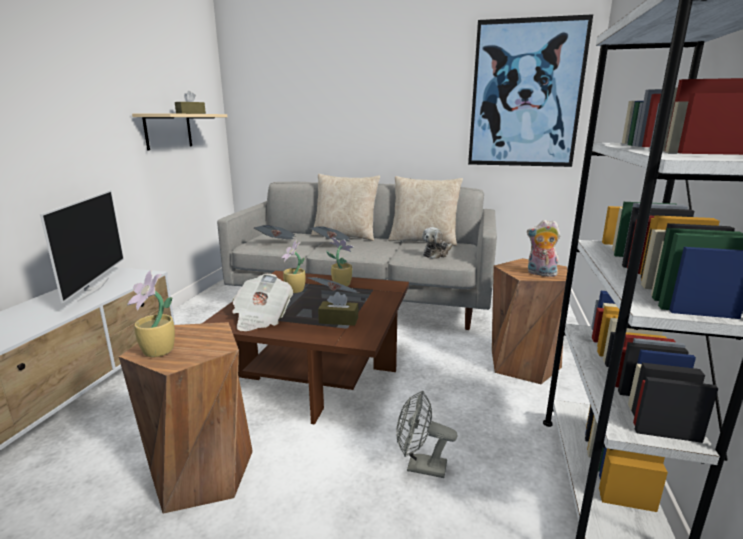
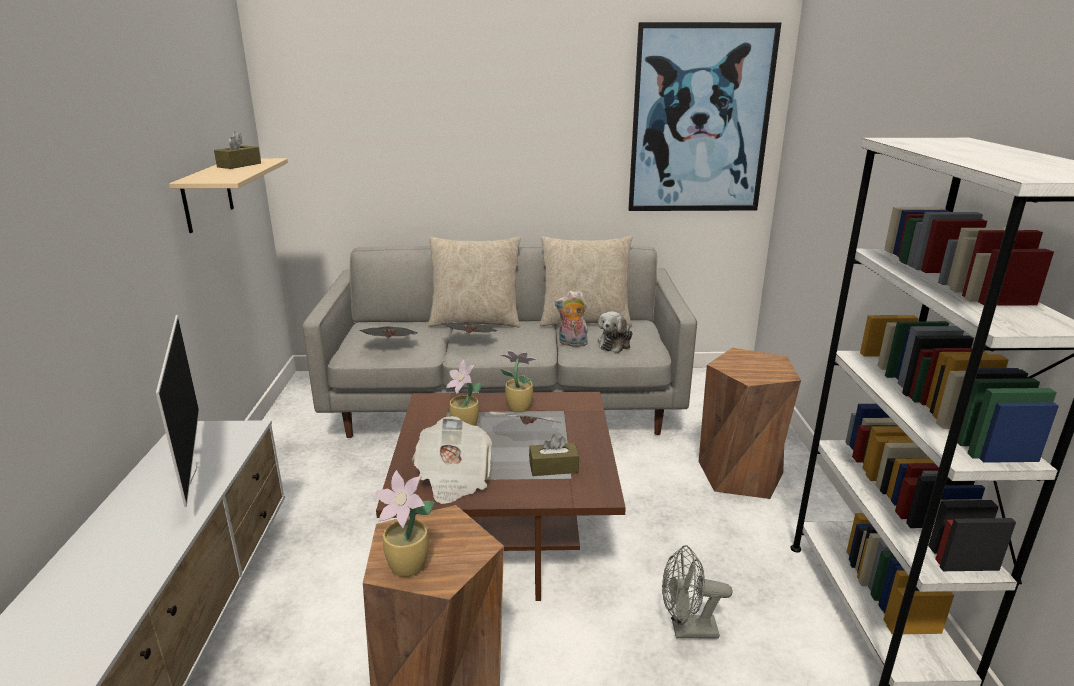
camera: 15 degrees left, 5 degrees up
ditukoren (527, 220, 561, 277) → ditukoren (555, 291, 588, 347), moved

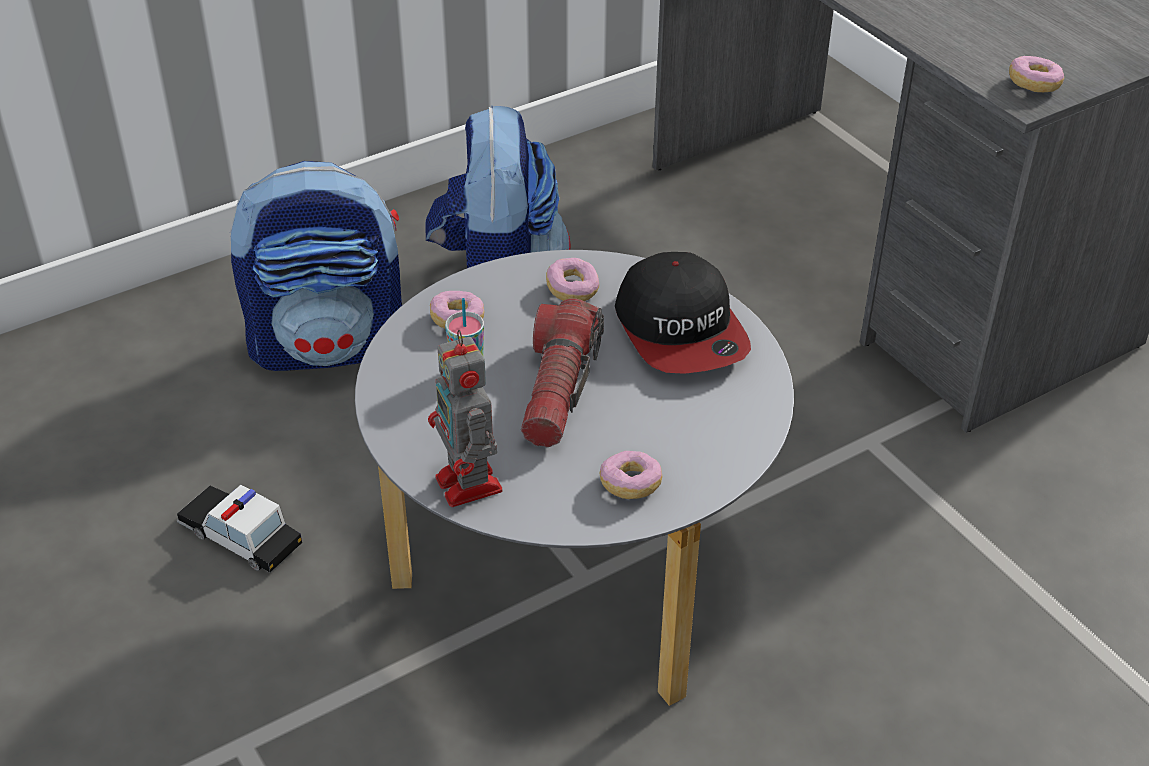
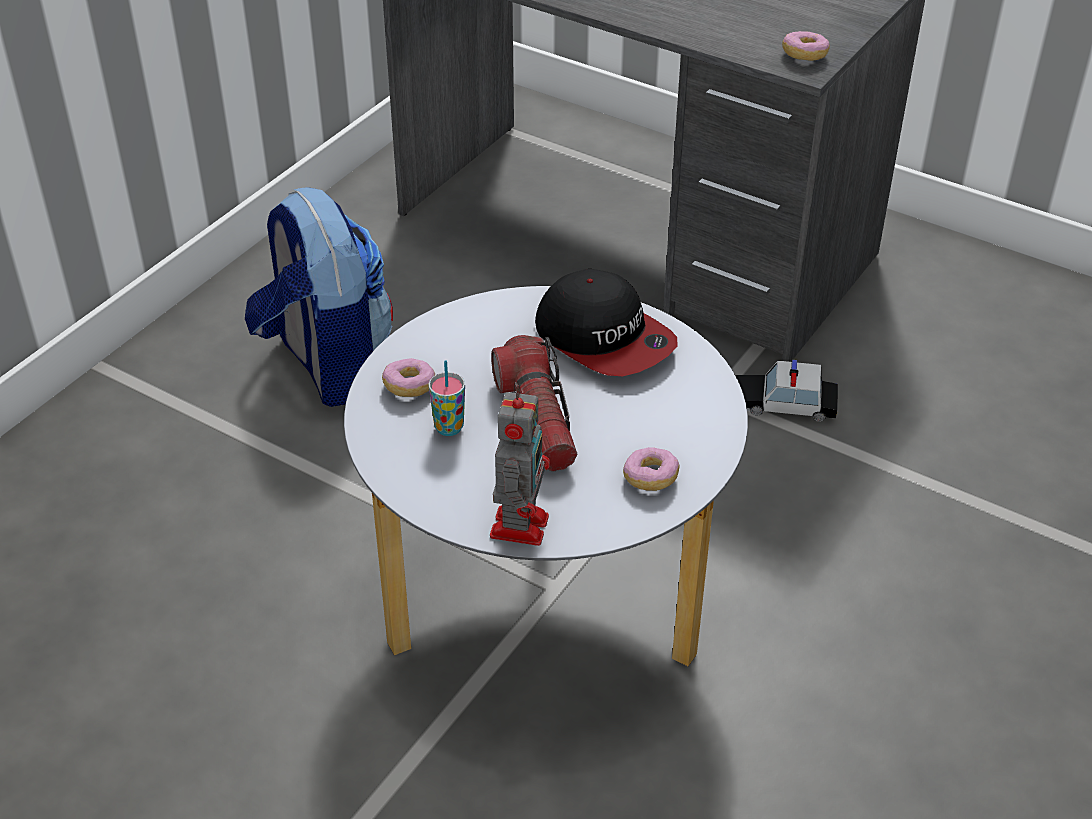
camera: 25 degrees left, 0 degrees up
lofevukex (230, 161, 402, 371) → -
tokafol (546, 258, 599, 301) → -
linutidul (177, 485, 302, 572) → linutidul (735, 360, 838, 422), moved
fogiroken (428, 330, 502, 507) → fogiroken (490, 385, 550, 546), 120 degrees counterclockwise

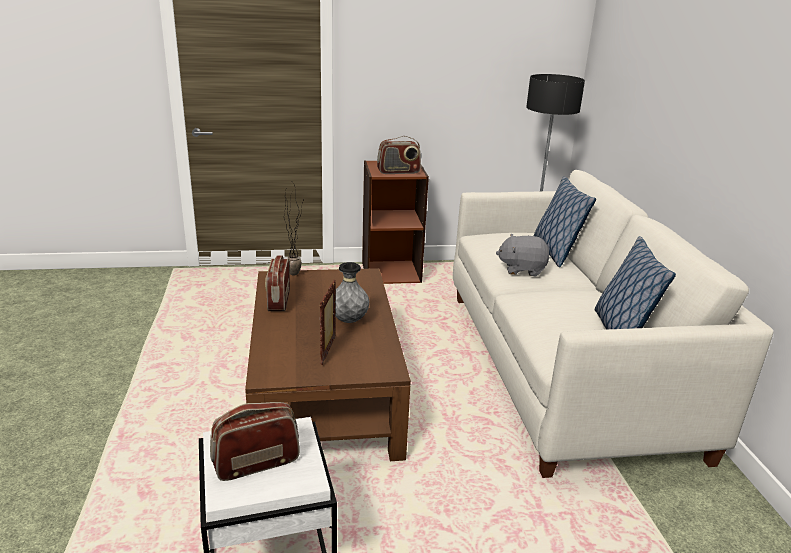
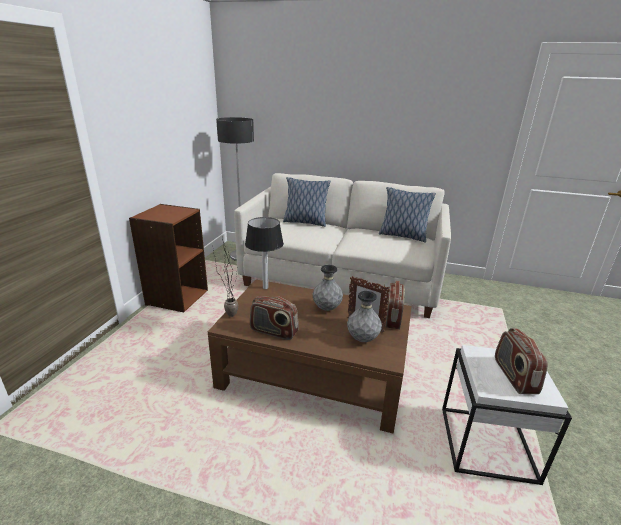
camera: 65 degrees left, 0 degrees up
grey ditukoren (496, 234, 550, 276) → -
- → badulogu (245, 217, 284, 289)
- → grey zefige (347, 291, 382, 342)
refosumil (377, 136, 421, 174) → refosumil (385, 281, 405, 329), moved

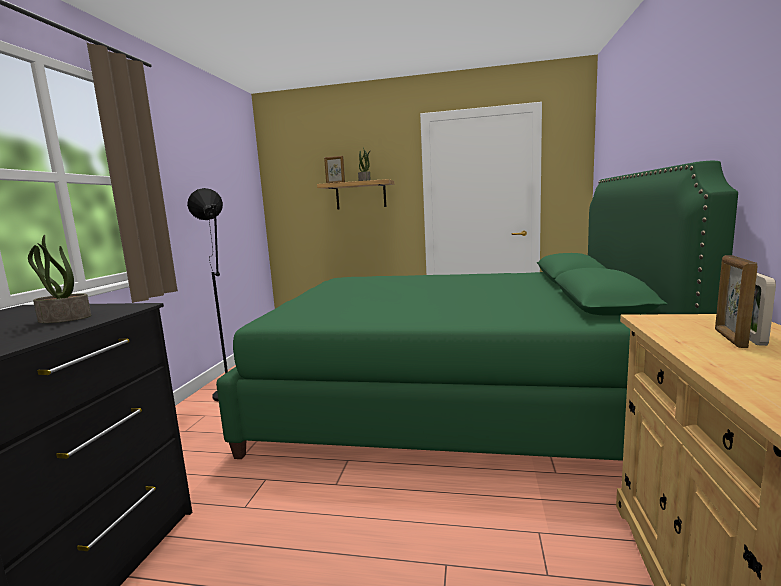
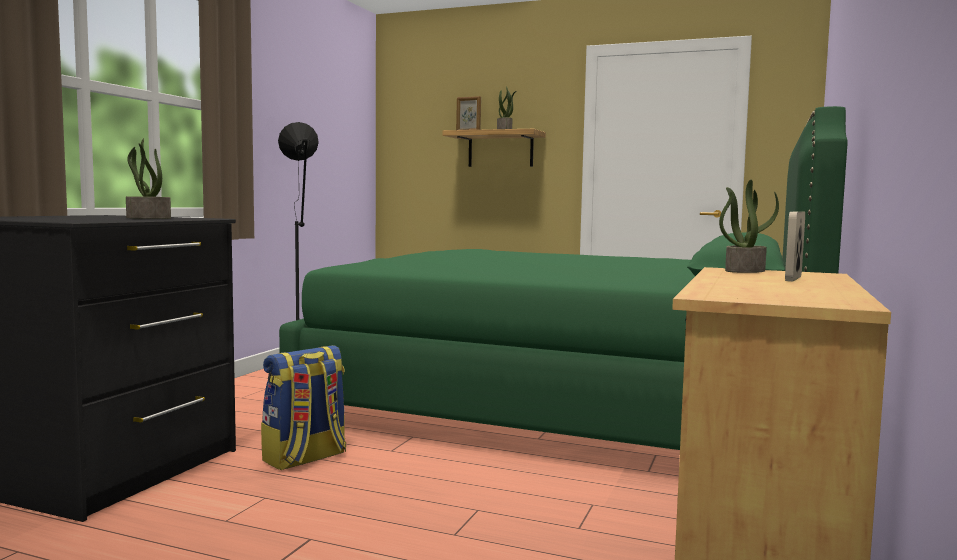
camera: 10 degrees right, 5 degrees down
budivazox (715, 255, 758, 348) → -
- → lofevukex (261, 345, 346, 470)
- → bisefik (719, 180, 779, 273)

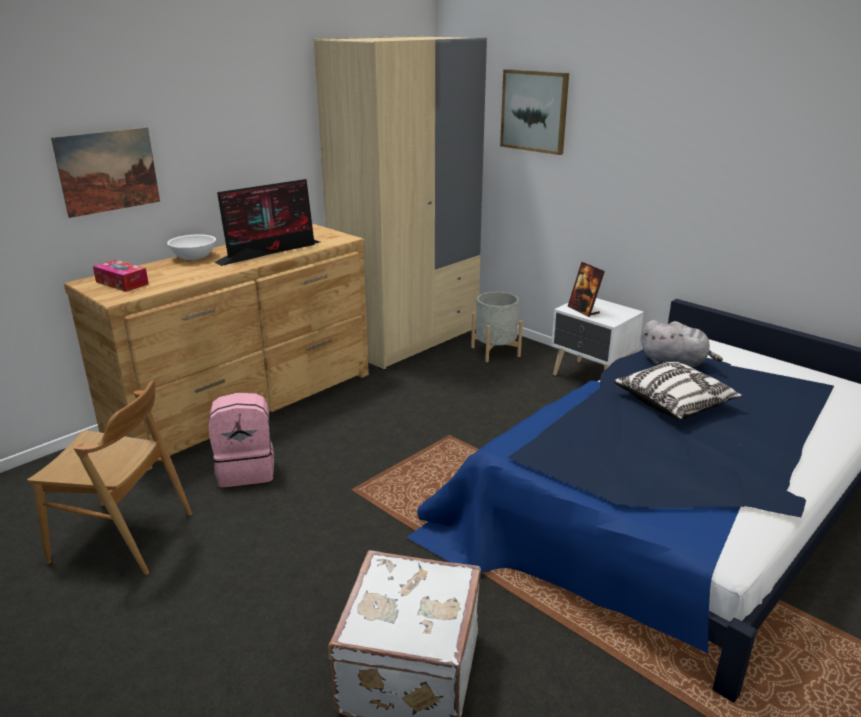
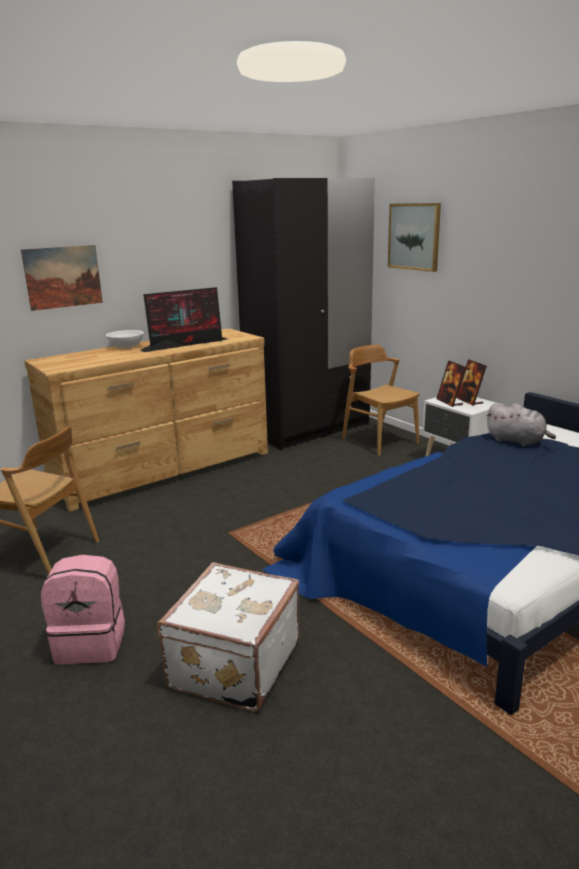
camera: 10 degrees right, 5 degrees down
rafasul (93, 260, 149, 292) → -
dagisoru (614, 362, 743, 419) → -
- → budivazox (456, 359, 487, 406)
pink lofevukex (208, 393, 274, 487) → pink lofevukex (41, 555, 125, 664), moved
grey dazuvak (471, 292, 523, 362) → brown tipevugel (342, 345, 420, 456)
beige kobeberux (314, 36, 487, 370) → black kobeberux (232, 178, 375, 451)

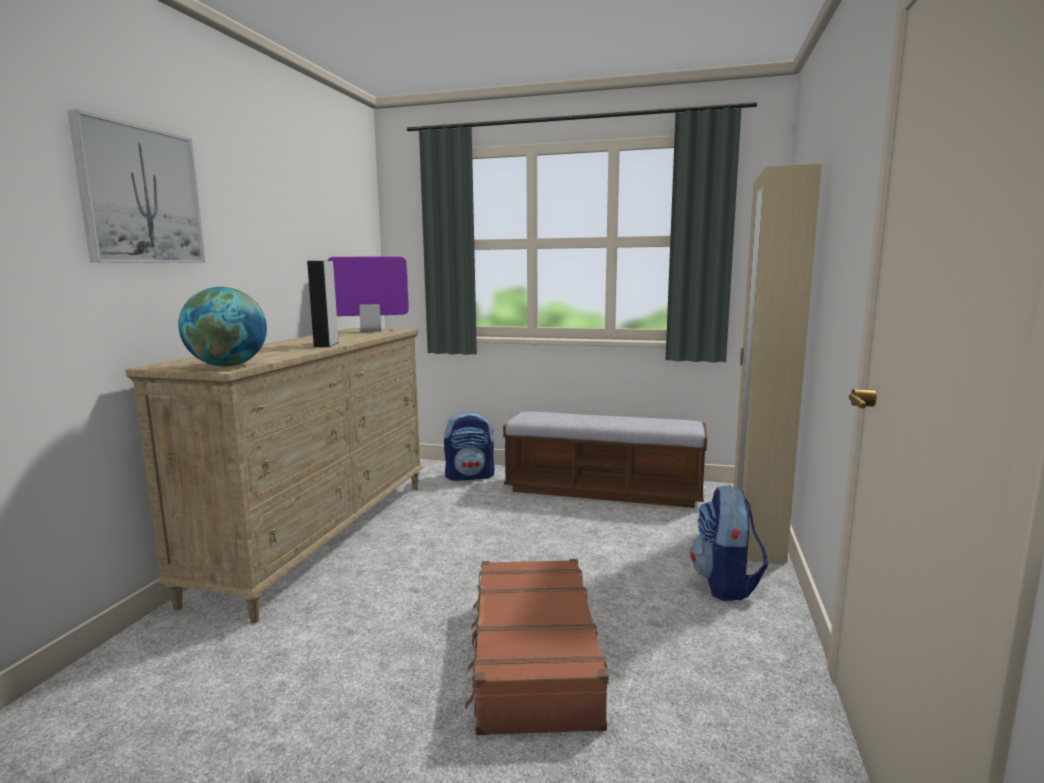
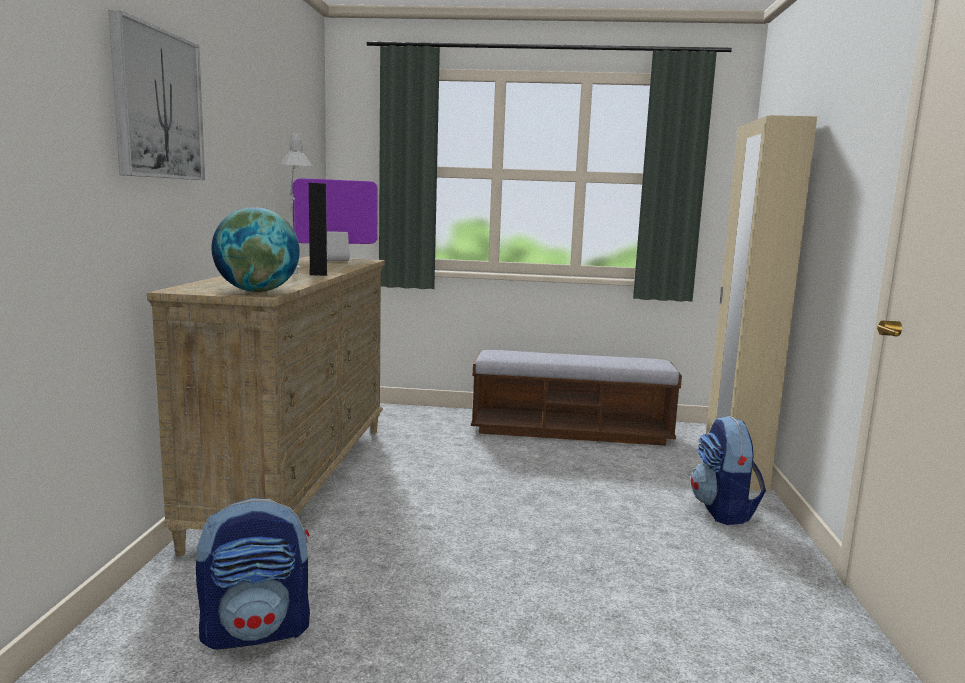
camera: 10 degrees left, 0 degrees up
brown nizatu (465, 559, 609, 735) → -
- → grey badulogu (281, 130, 312, 274)
lofevukex (444, 412, 495, 481) → lofevukex (196, 498, 310, 649), moved

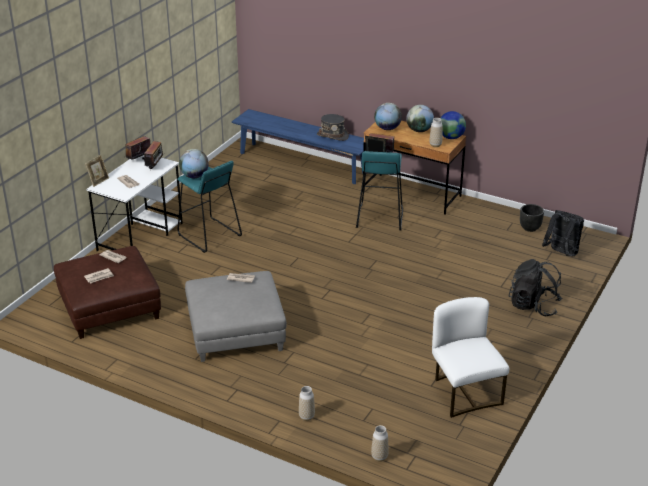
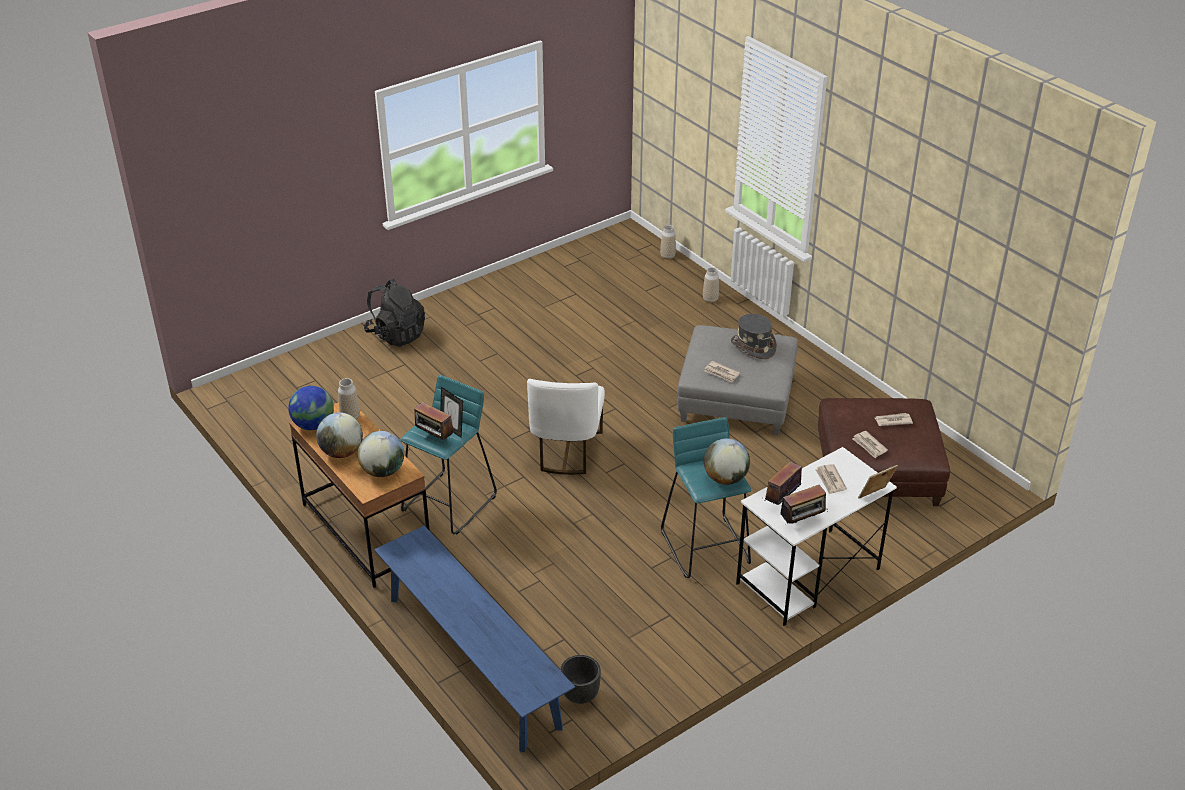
camera: 155 degrees left, 5 degrees up
black lofevukex (542, 210, 584, 256) → -
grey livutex (317, 114, 349, 141) → grey livutex (731, 314, 777, 359), moved
white tipevugel (432, 297, 509, 418) → white tipevugel (527, 379, 605, 475), moved
black dazuvak (520, 204, 544, 232) → black dazuvak (560, 655, 601, 704), moved

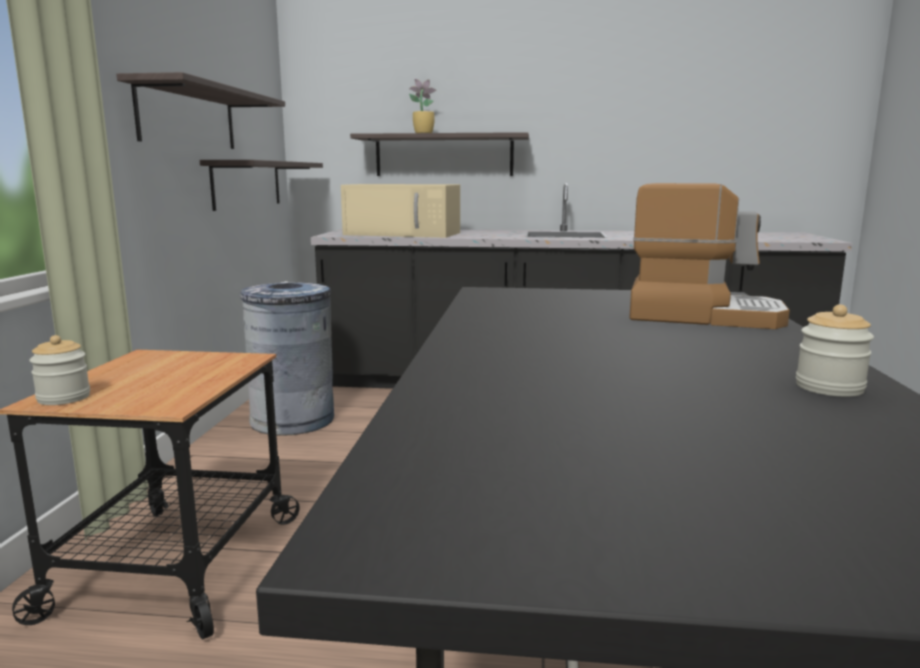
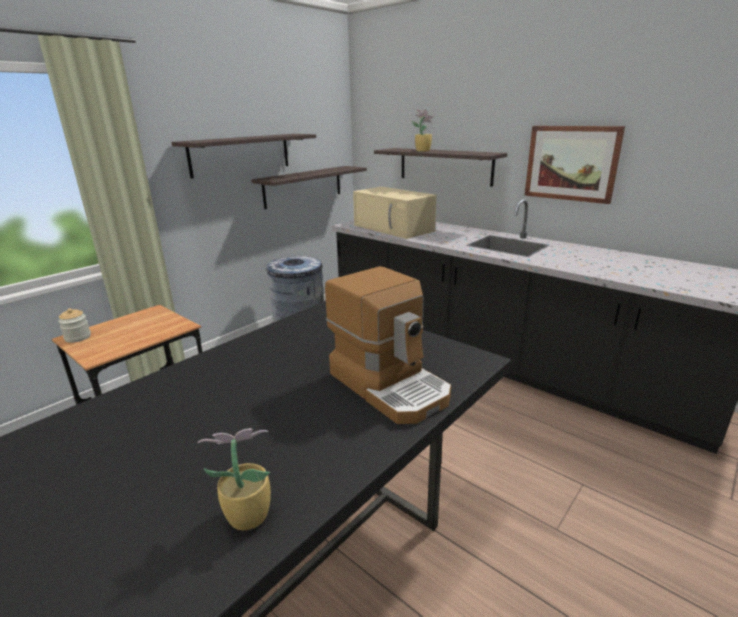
camera: 35 degrees right, 10 degrees up
- → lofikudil (525, 126, 625, 204)
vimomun (796, 304, 874, 397) → bisefik (197, 428, 271, 530)

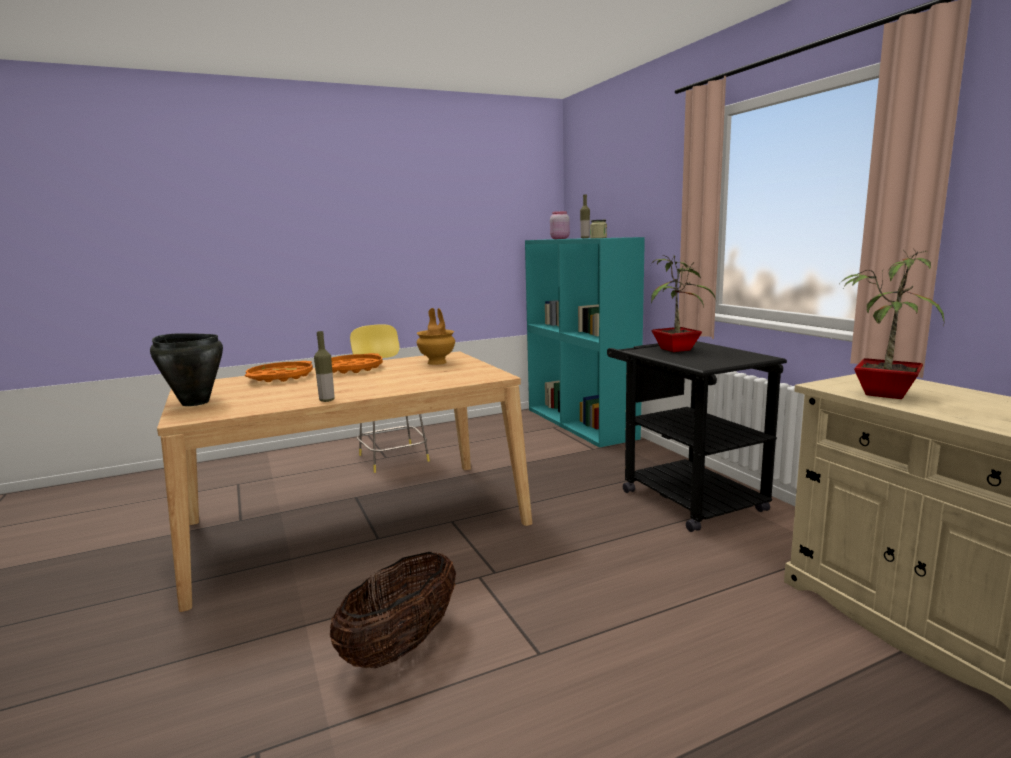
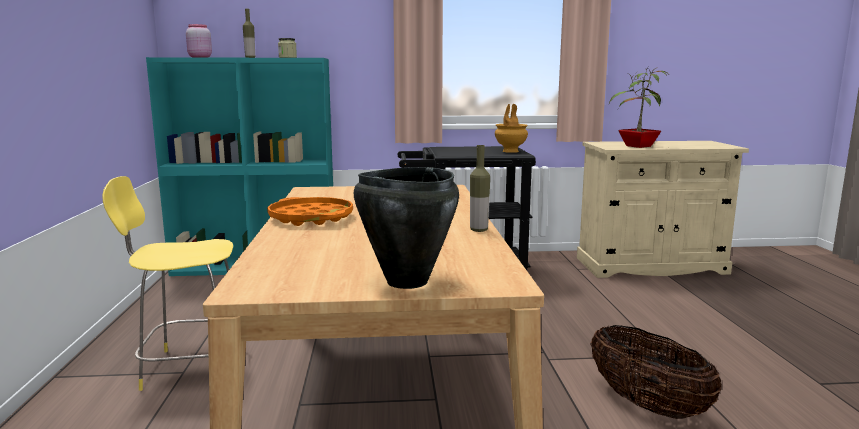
camera: 70 degrees left, 0 degrees up
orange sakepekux (245, 361, 313, 382) → -
bisefik (650, 254, 716, 352) → -
brown zefige (416, 308, 455, 365) → brown zefige (495, 104, 528, 153), moved

